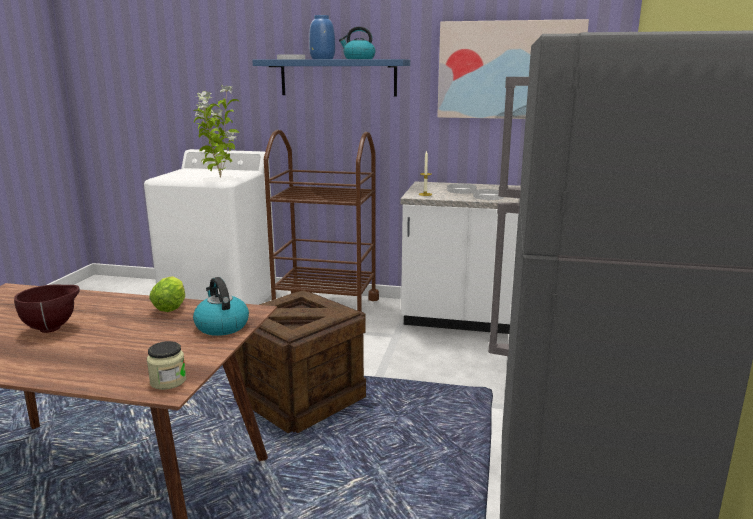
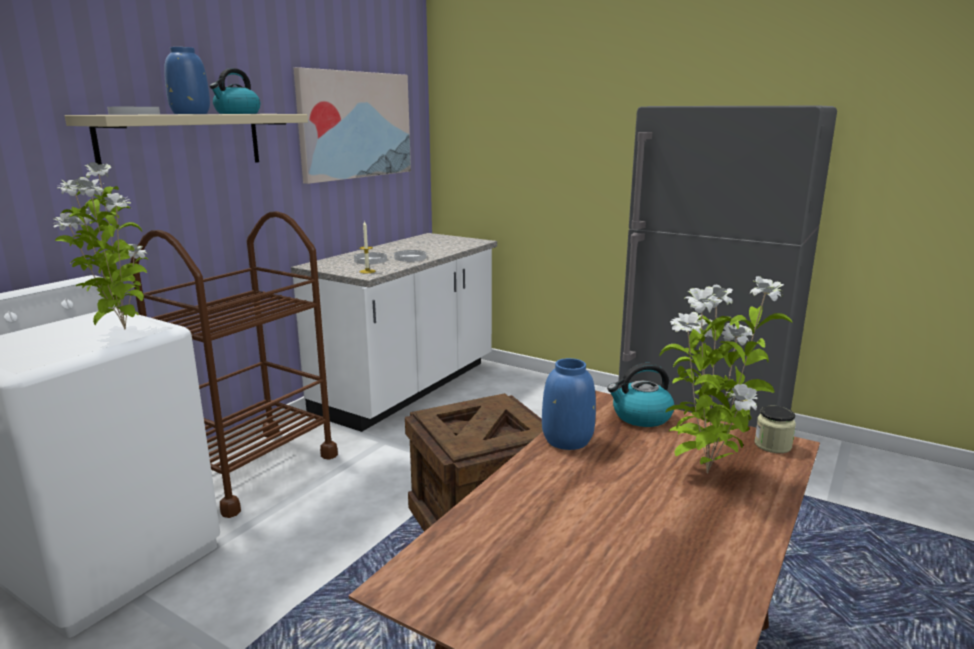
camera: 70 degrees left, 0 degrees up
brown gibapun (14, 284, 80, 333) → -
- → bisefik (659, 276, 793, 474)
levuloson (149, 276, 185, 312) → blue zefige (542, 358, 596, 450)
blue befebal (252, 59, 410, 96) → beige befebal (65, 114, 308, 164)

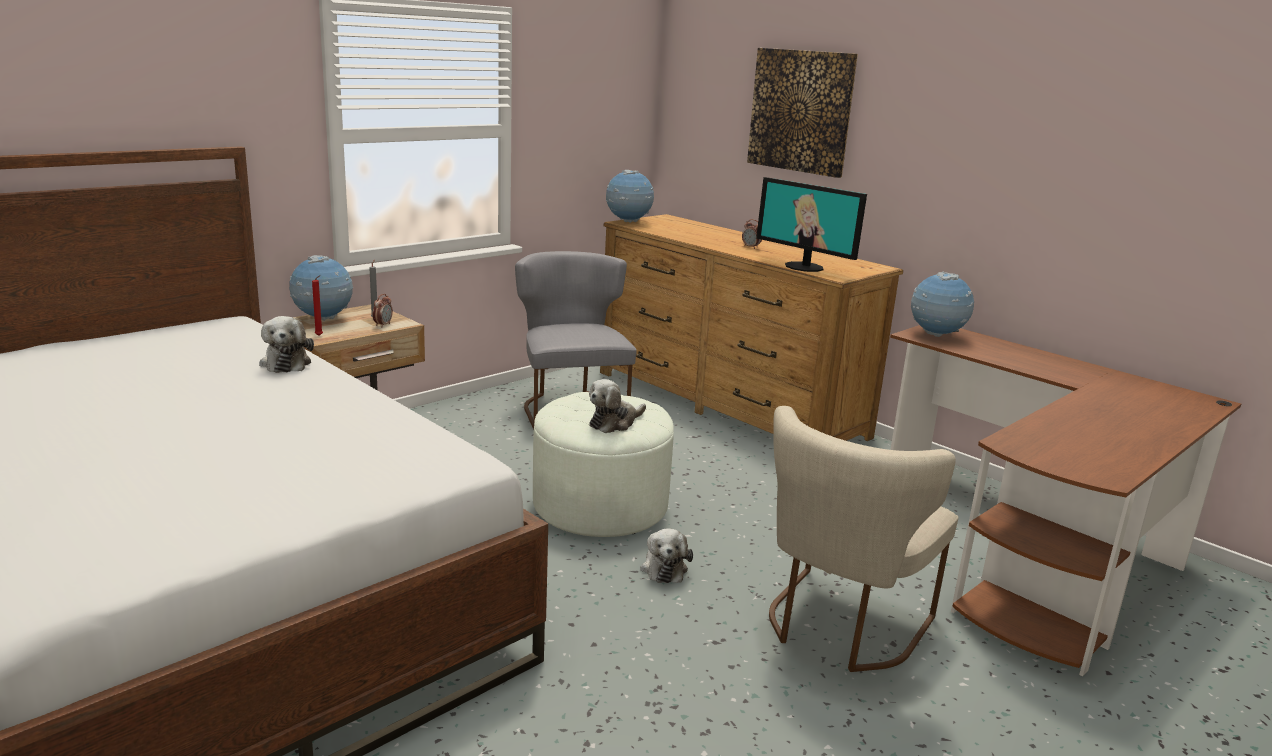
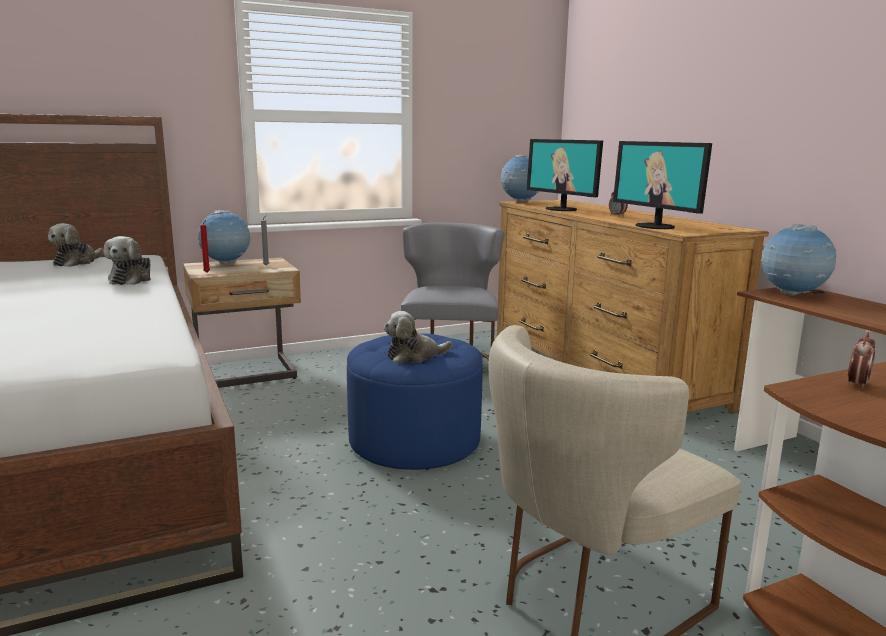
camera: 20 degrees right, 5 degrees down
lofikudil (747, 48, 858, 178) → -
- → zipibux (527, 139, 603, 211)
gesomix (373, 294, 393, 326) → gesomix (848, 332, 876, 390), moved
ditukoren (640, 528, 693, 583) → ditukoren (48, 223, 104, 267), moved
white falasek (533, 392, 674, 537) → blue falasek (347, 333, 483, 470)

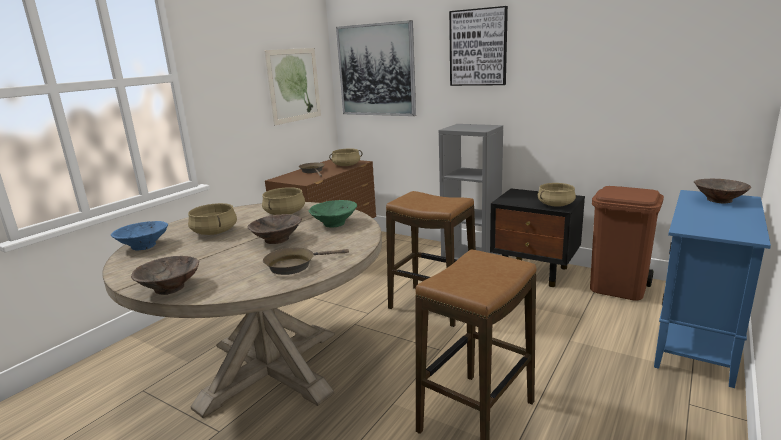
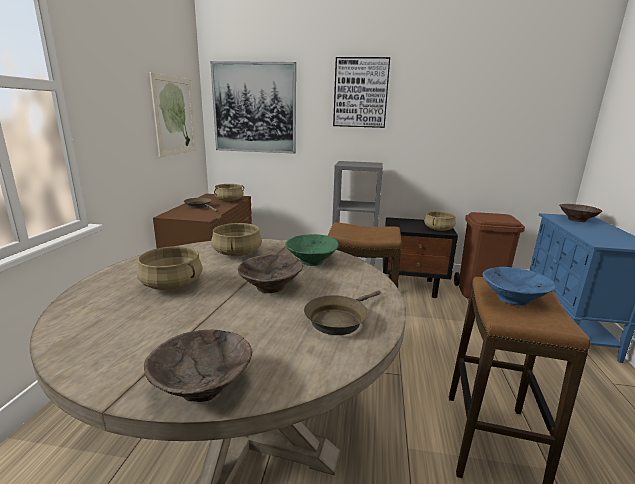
camera: 25 degrees left, 0 degrees up
blue gibapun (111, 221, 168, 251) → blue gibapun (482, 267, 556, 306), moved

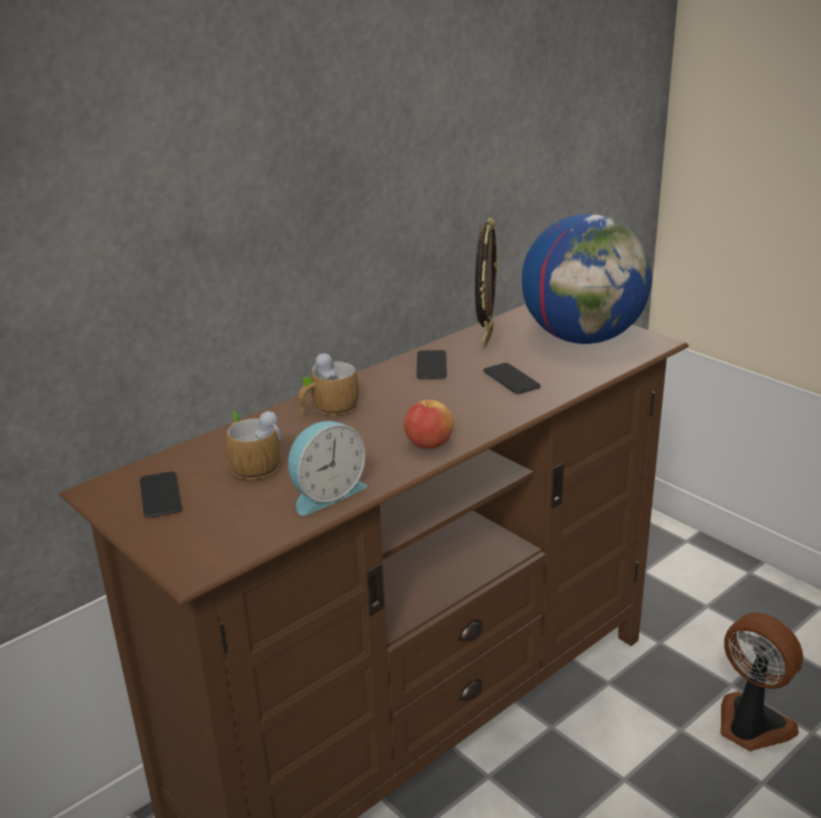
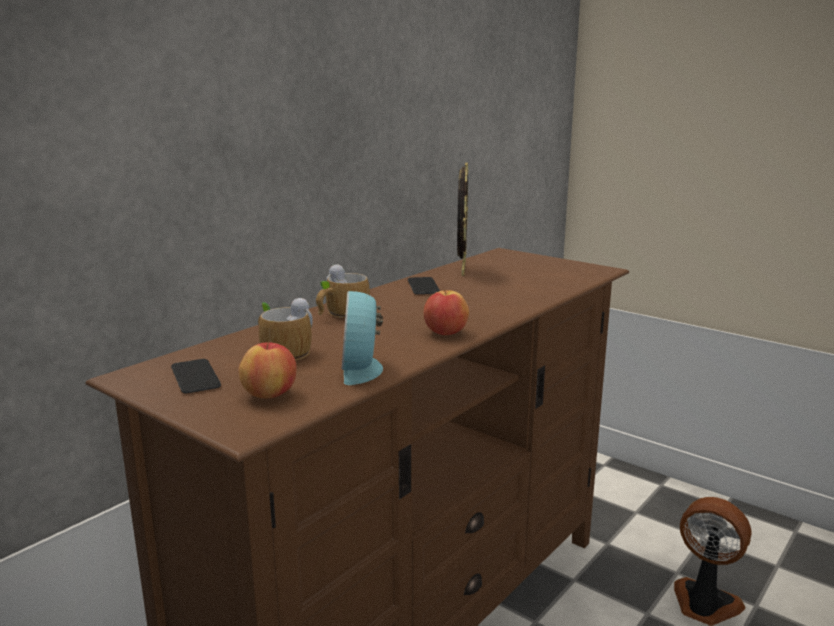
camera: 10 degrees left, 10 degrees down
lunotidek (483, 363, 541, 394) → -
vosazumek (522, 214, 652, 344) → -
- → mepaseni (238, 340, 296, 398)
gesomix (288, 421, 367, 516) → gesomix (342, 291, 383, 385), 135 degrees clockwise

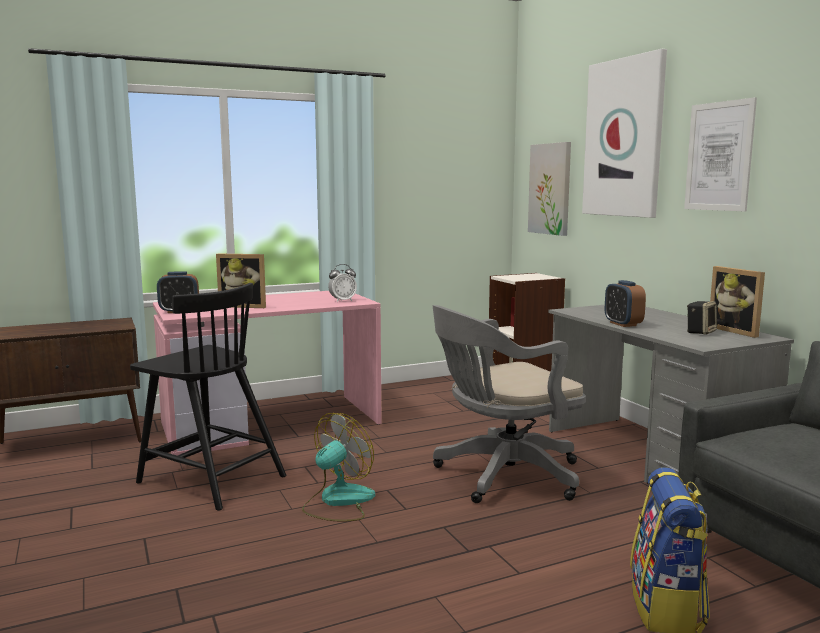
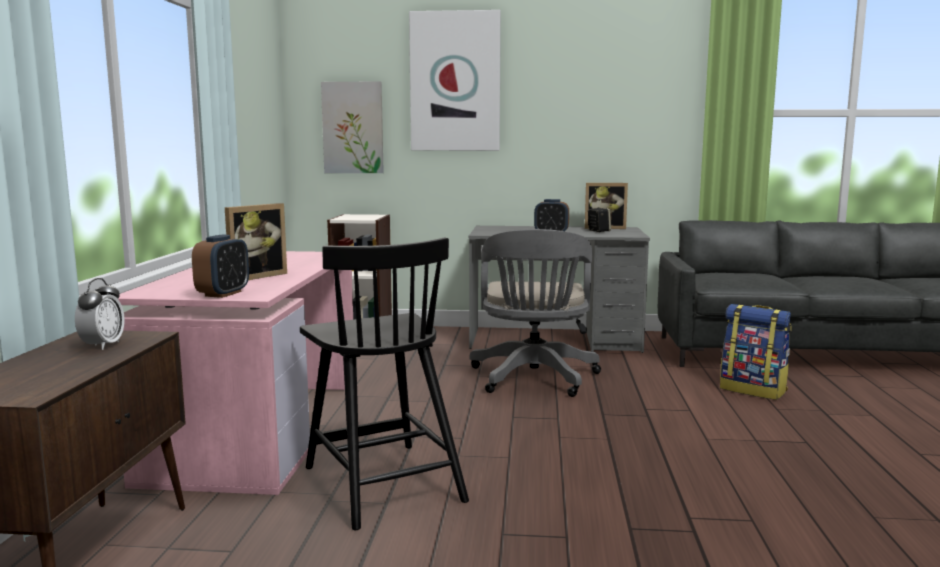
camera: 60 degrees left, 0 degrees up
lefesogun (302, 413, 375, 521) → -
lofikudil (684, 97, 757, 212) → -
gesomix (328, 264, 357, 302) → gesomix (75, 278, 125, 350), moved
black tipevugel (130, 283, 286, 511) → black tipevugel (300, 238, 469, 530), 90 degrees clockwise

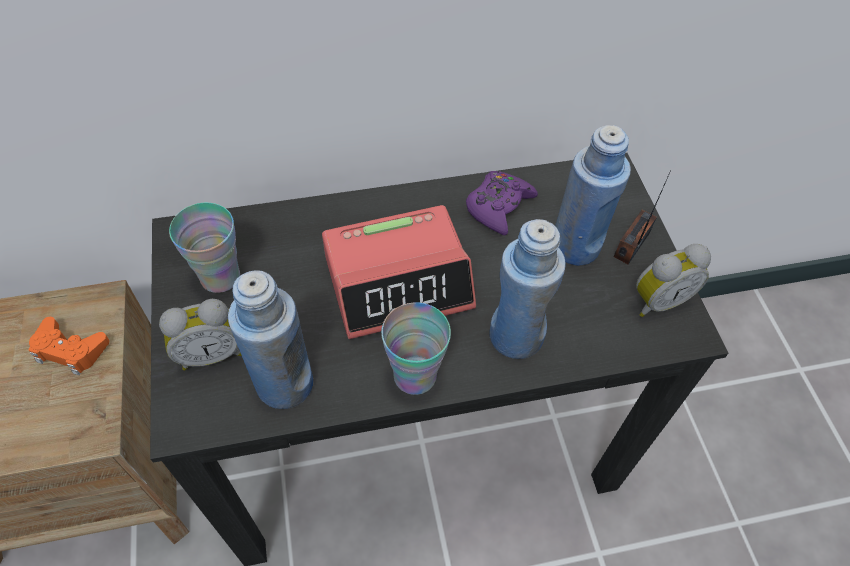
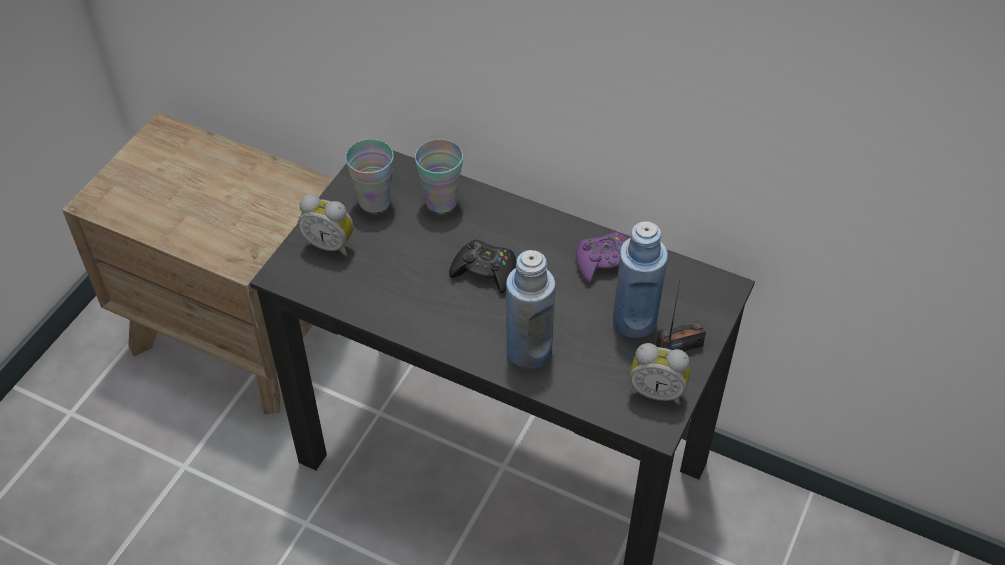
camera: 40 degrees right, 5 degrees down
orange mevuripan (29, 317, 109, 375) → -
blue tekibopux (228, 270, 313, 409) → -
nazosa (381, 303, 451, 395) → nazosa (415, 139, 463, 213), moved
gesomix (322, 205, 476, 339) → black mevuripan (449, 239, 516, 293)

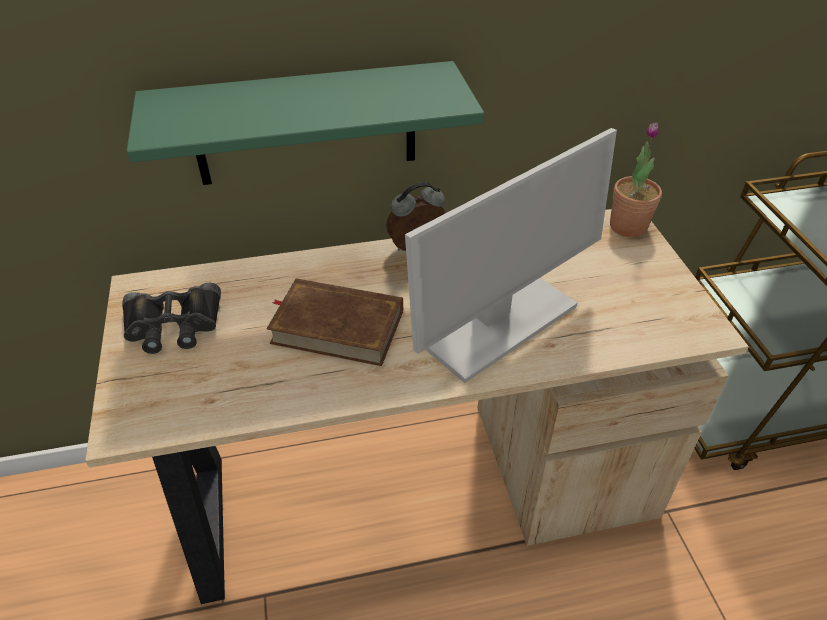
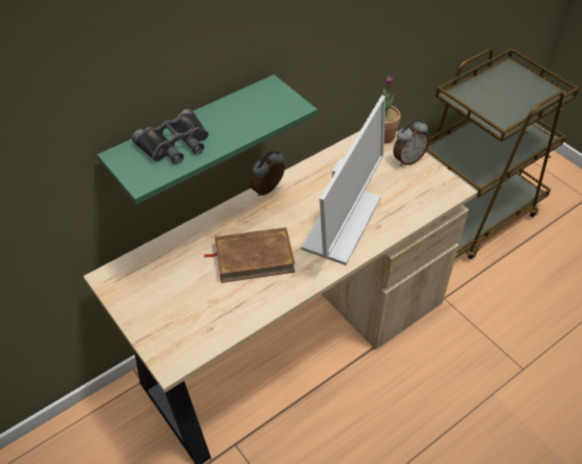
camera: 25 degrees left, 5 degrees up
- → gesomix (393, 119, 429, 166)
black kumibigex (122, 283, 221, 354) → black kumibigex (132, 109, 209, 164), moved

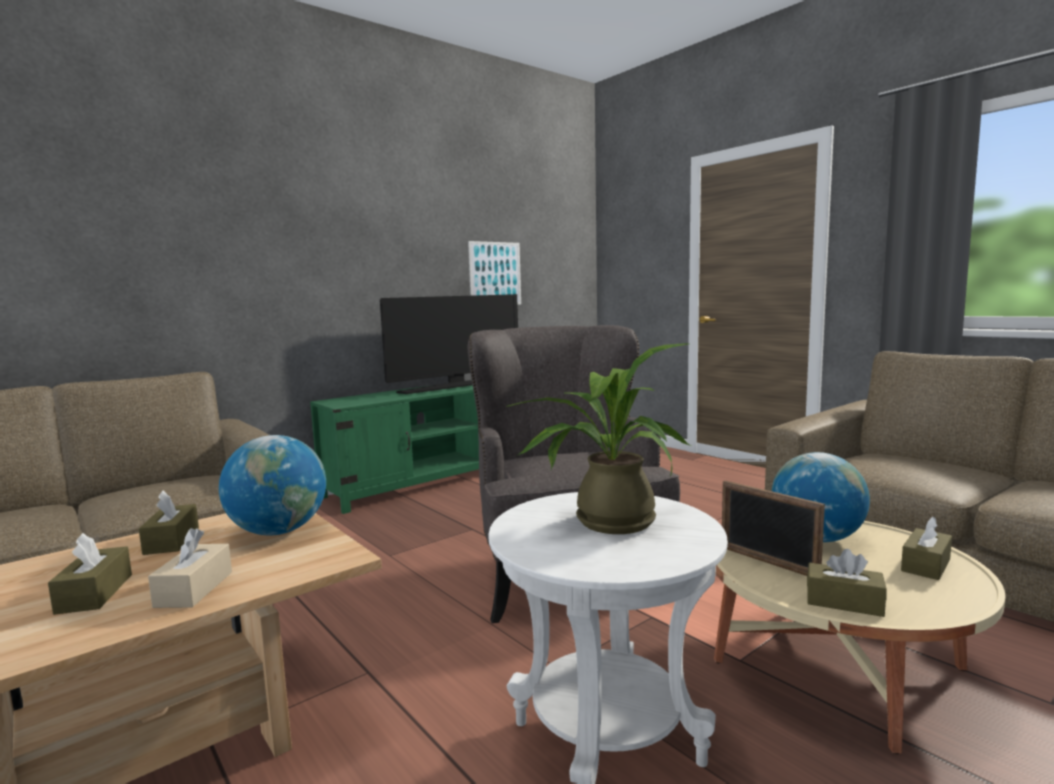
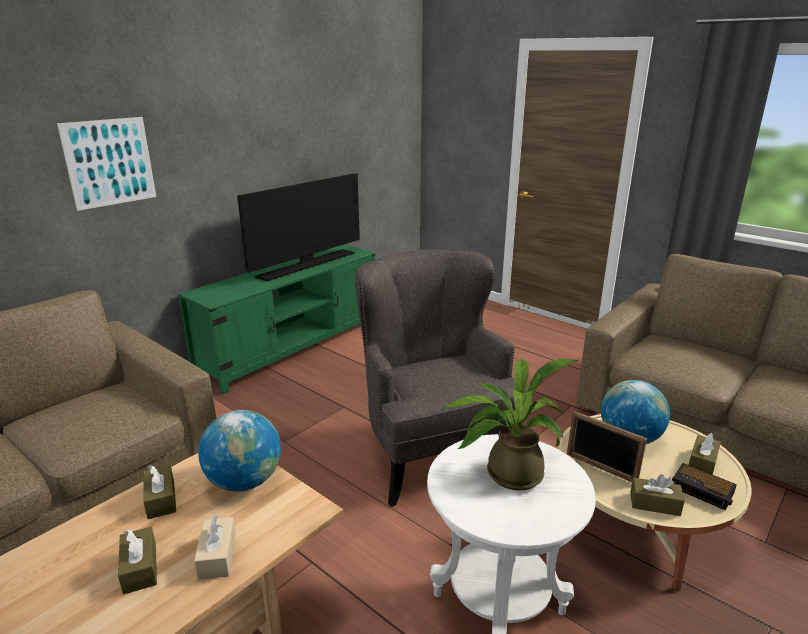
camera: 10 degrees left, 15 degrees up
- → gesomix (672, 463, 737, 510)
lofikudil (468, 241, 521, 305) → lofikudil (57, 117, 156, 211), moved

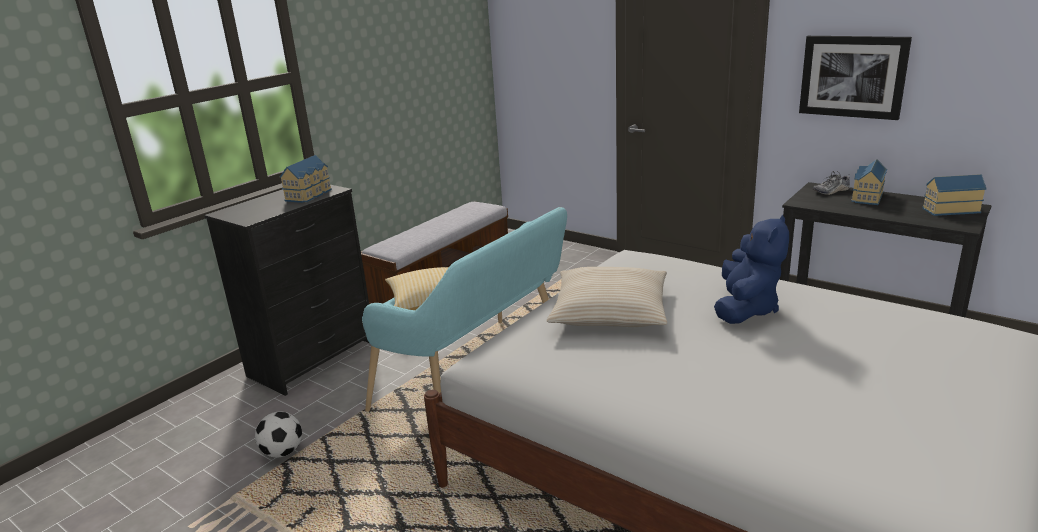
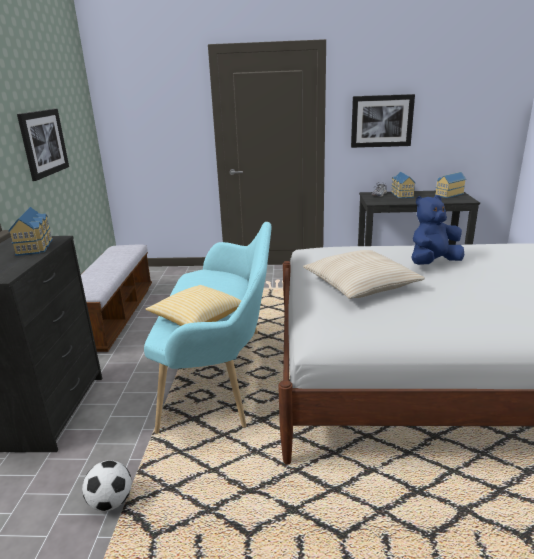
camera: 35 degrees left, 0 degrees up
- → lofikudil (17, 109, 69, 181)
blue ditukoren (714, 215, 789, 324) → blue ditukoren (411, 195, 464, 265), 105 degrees counterclockwise

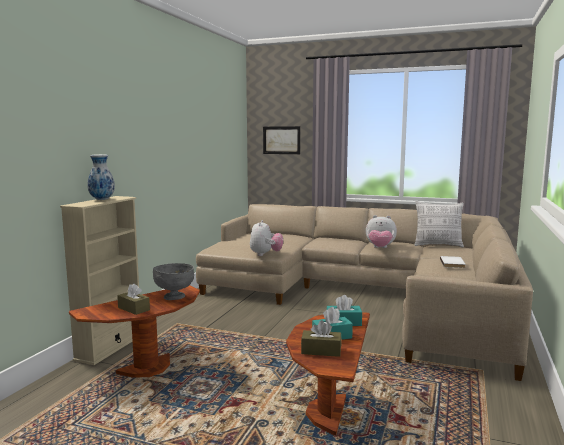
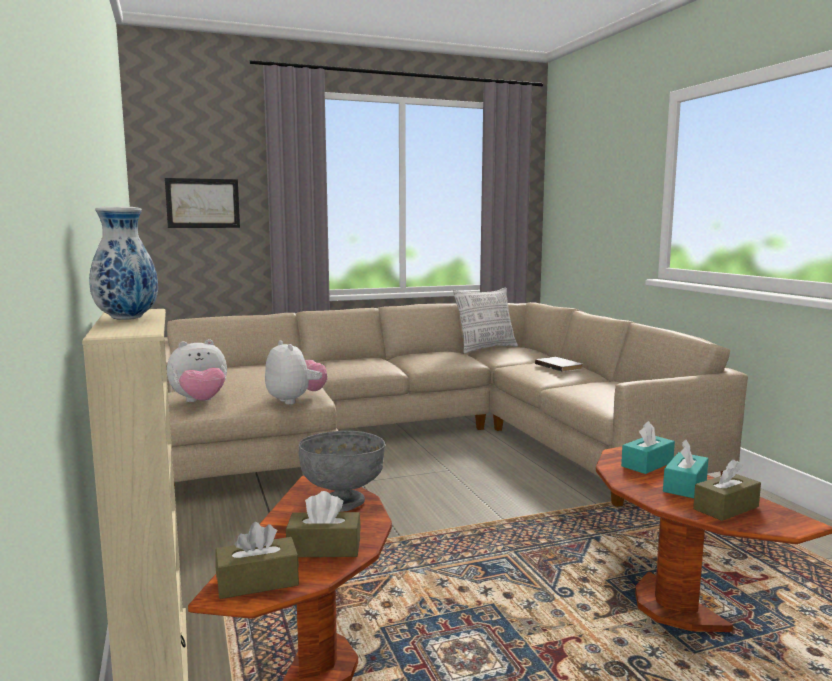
camera: 40 degrees left, 0 degrees up
- → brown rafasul (215, 522, 299, 599)
ditukoren (366, 215, 397, 248) → ditukoren (167, 339, 227, 402), moved

